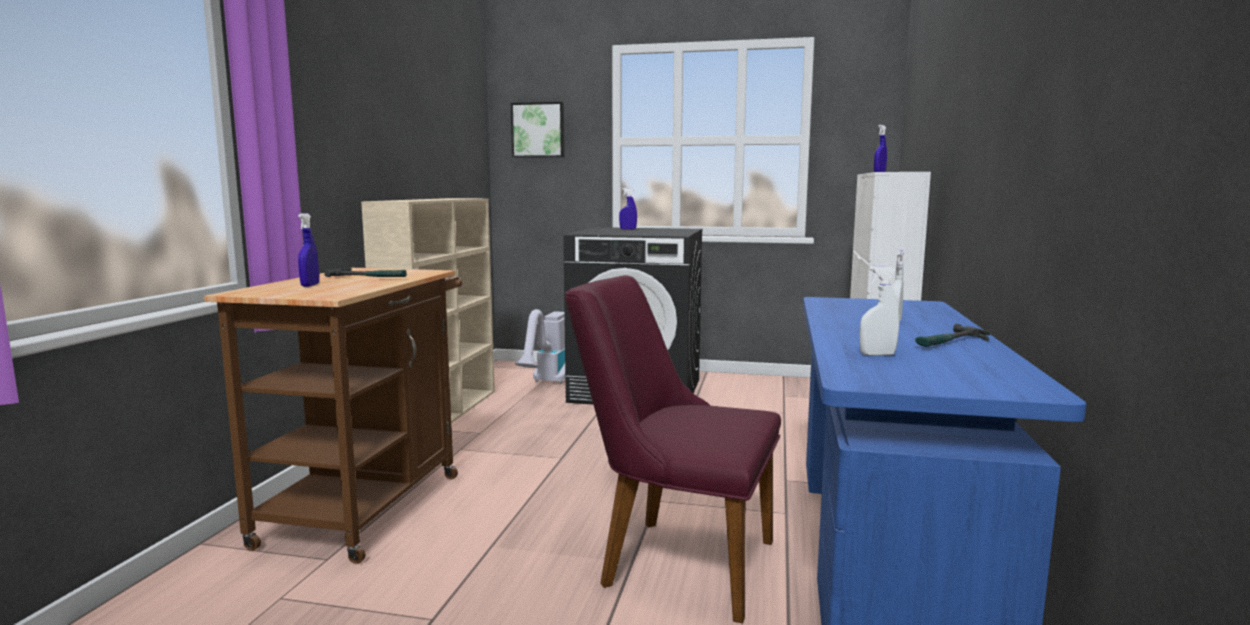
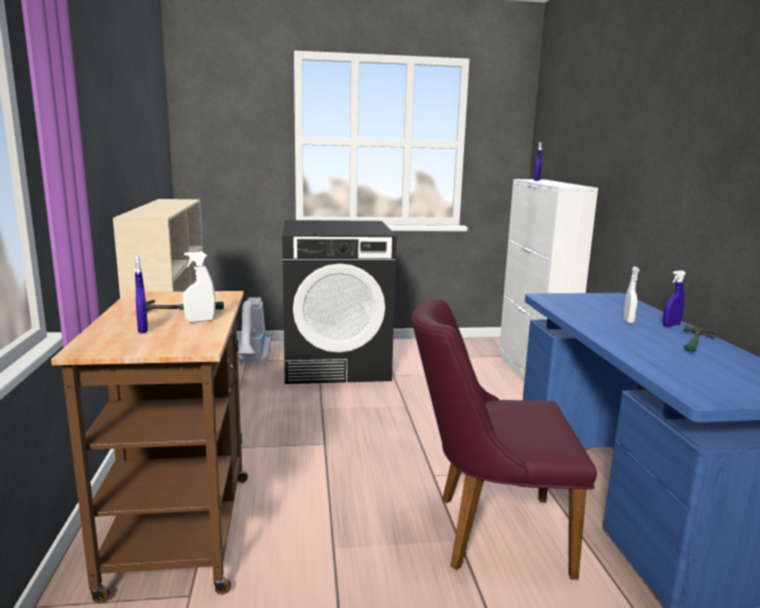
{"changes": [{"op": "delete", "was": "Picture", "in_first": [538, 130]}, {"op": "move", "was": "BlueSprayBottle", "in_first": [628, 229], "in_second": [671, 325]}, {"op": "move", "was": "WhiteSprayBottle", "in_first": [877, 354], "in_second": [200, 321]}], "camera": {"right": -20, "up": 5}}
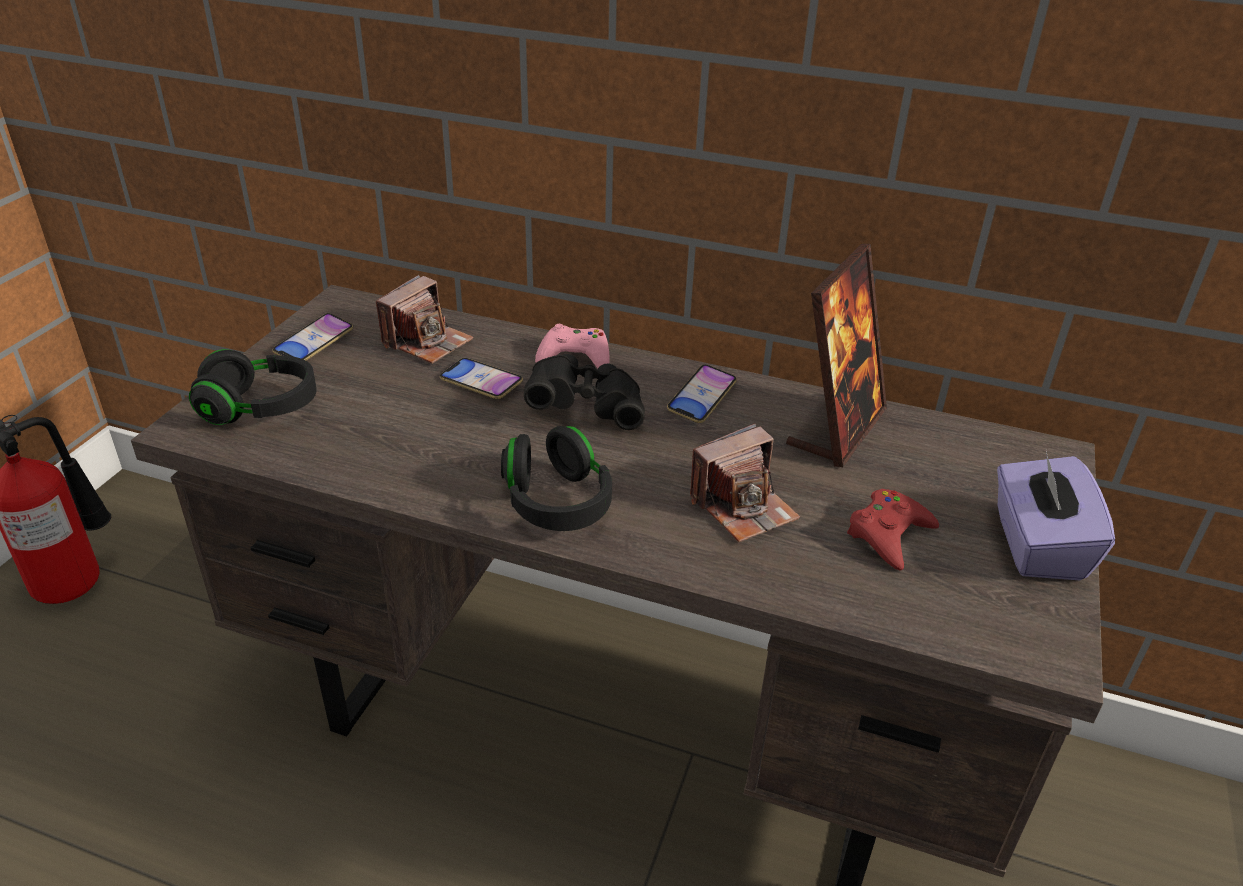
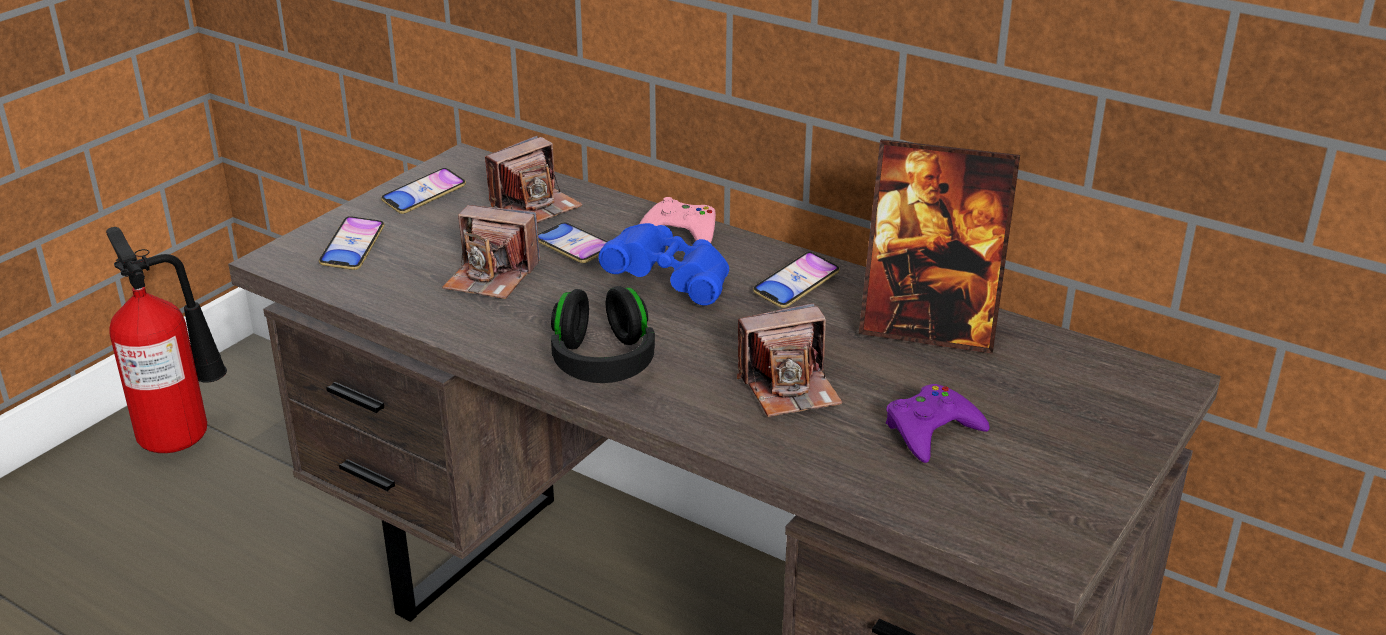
{"changes": [{"op": "delete", "was": "PurpleTissueBox", "in_first": [1036, 545]}, {"op": "insert", "now": "PhotoCamera", "in_second": [492, 277]}, {"op": "replace", "was": "BlackHeadphones", "now": "Phone", "in_first": [260, 408], "in_second": [353, 248]}, {"op": "recolor", "was": "BlackBinoculars", "now": "BlueBinoculars", "in_first": [586, 408], "in_second": [670, 282]}, {"op": "recolor", "was": "RedGameController", "now": "PurpleGameController", "in_first": [889, 534], "in_second": [931, 431]}, {"op": "rotate", "was": "PictureFrame", "in_first": [836, 428], "in_second": [929, 328], "clockwise": 60}], "camera": {"right": 15, "up": -5}}
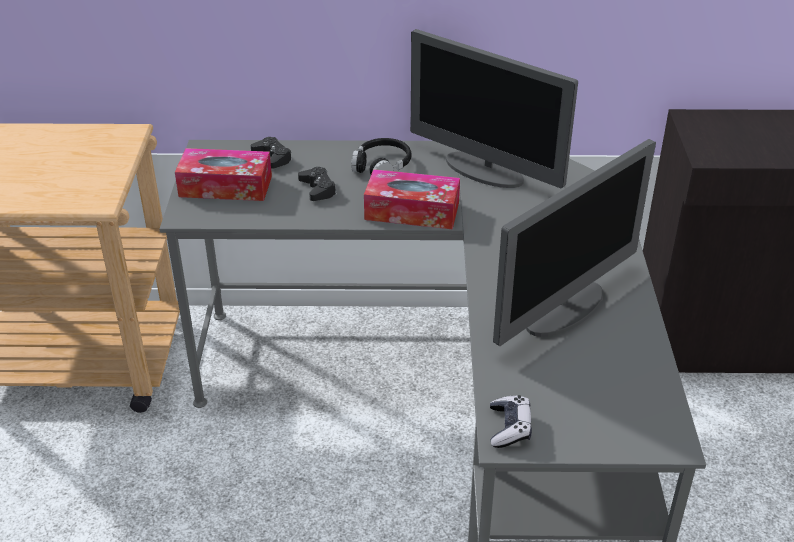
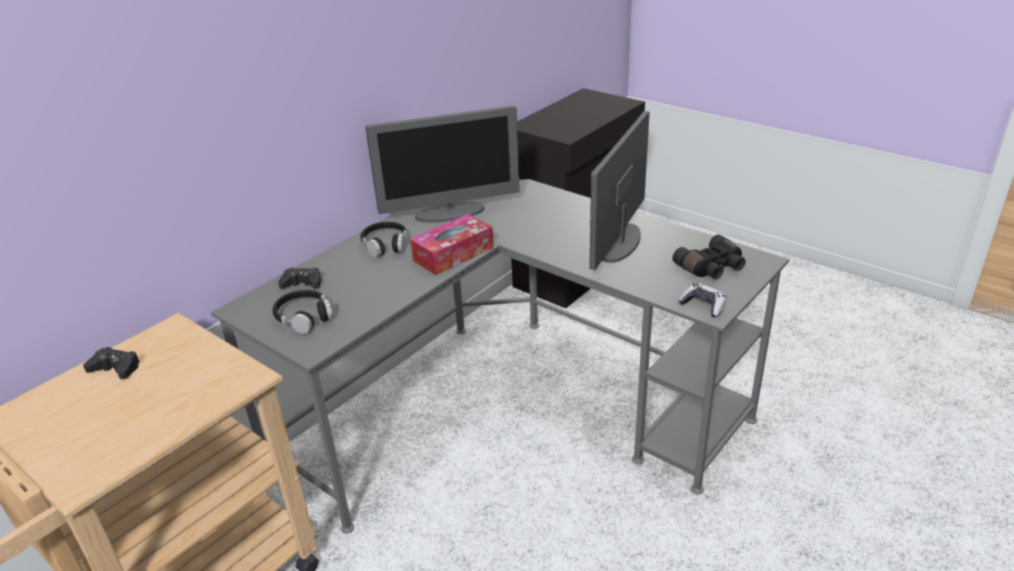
{"changes": [{"op": "insert", "now": "BlackBinoculars", "in_second": [712, 268]}, {"op": "move", "was": "BlackGameController", "in_first": [318, 189], "in_second": [115, 368]}, {"op": "replace", "was": "TissueBox", "now": "BlackHeadphones", "in_first": [225, 186], "in_second": [304, 317]}, {"op": "rotate", "was": "Monitor", "in_first": [565, 309], "in_second": [619, 244], "clockwise": -150}], "camera": {"right": -50, "up": -5}}
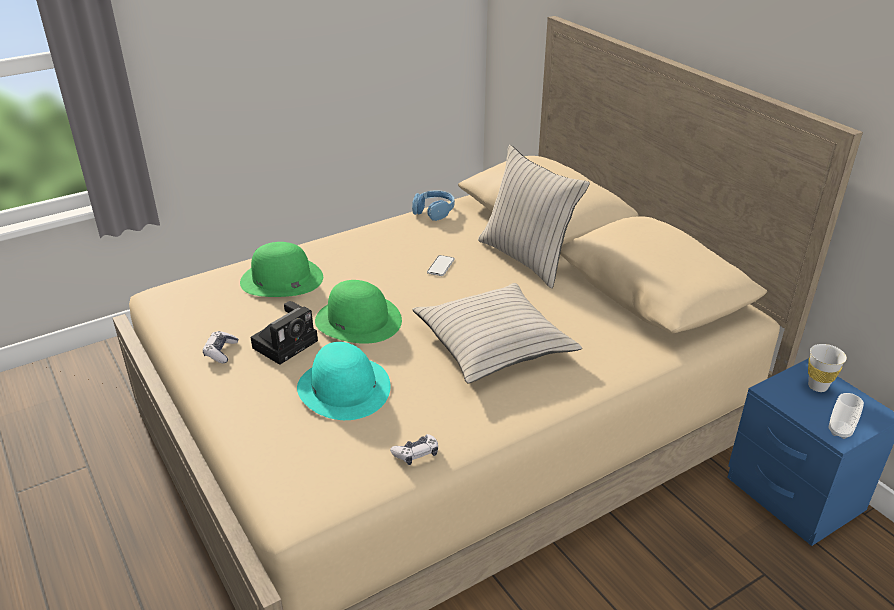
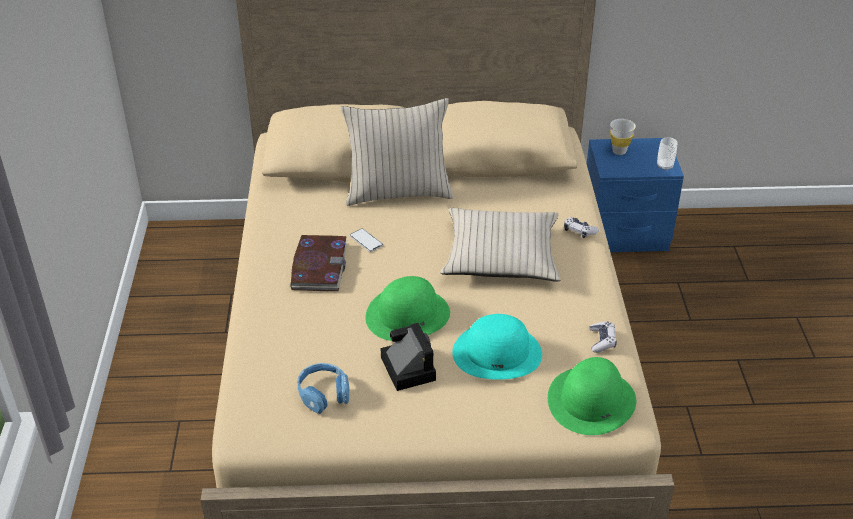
{"changes": [{"op": "insert", "now": "Book", "in_second": [319, 266]}, {"op": "move", "was": "GameController", "in_first": [221, 352], "in_second": [579, 231]}, {"op": "move", "was": "GreenHat", "in_first": [281, 279], "in_second": [591, 401]}, {"op": "move", "was": "BlueHeadphones", "in_first": [434, 211], "in_second": [323, 394]}], "camera": {"right": -60, "up": 5}}
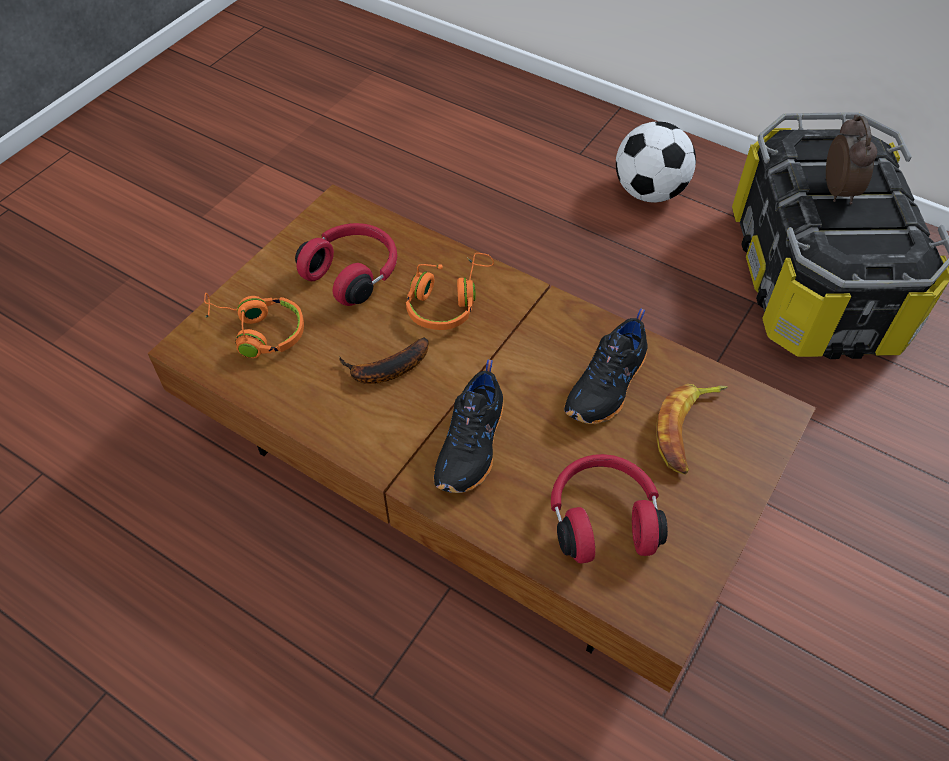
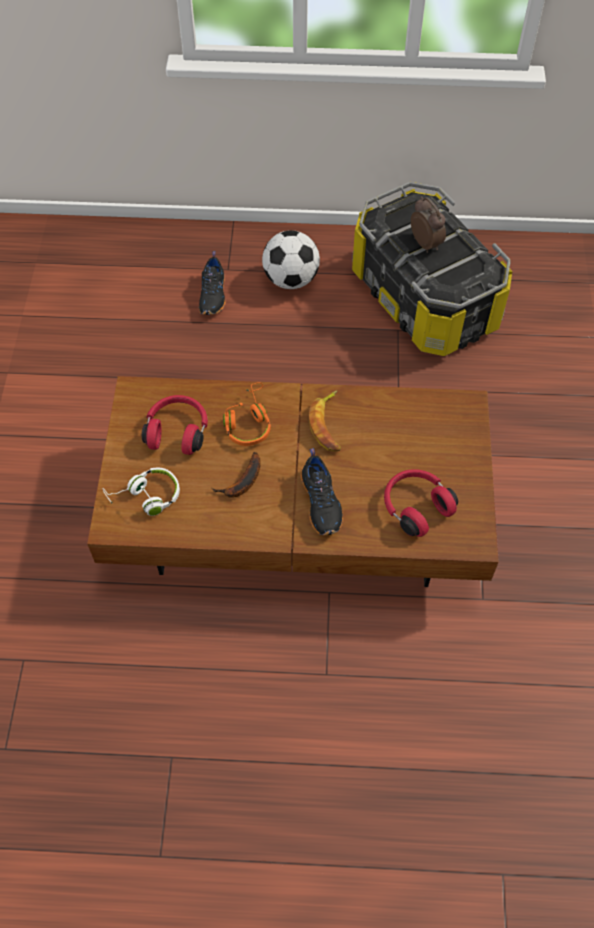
{"changes": [{"op": "move", "was": "BlackShoe", "in_first": [608, 386], "in_second": [213, 295]}, {"op": "move", "was": "Banana", "in_first": [687, 430], "in_second": [328, 425]}, {"op": "recolor", "was": "OrangeHeadphones", "now": "WhiteHeadphones", "in_first": [257, 332], "in_second": [146, 497]}], "camera": {"right": -30, "up": 5}}
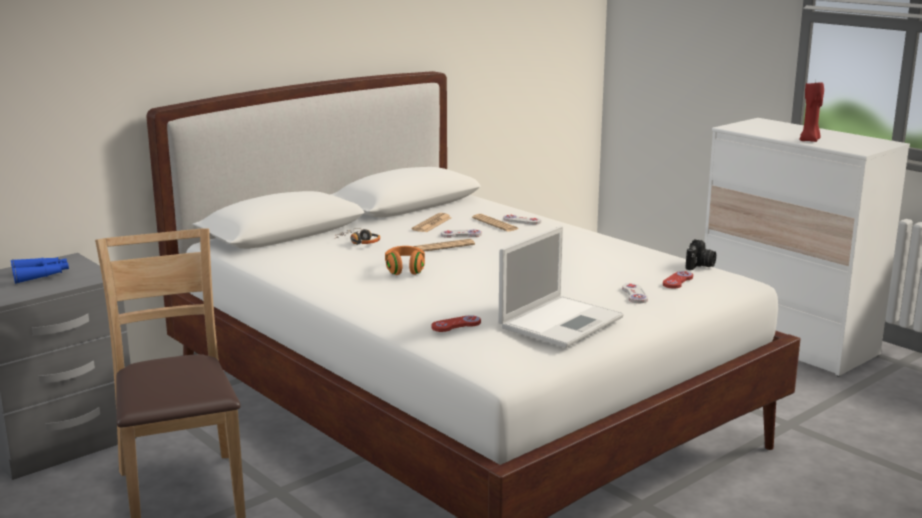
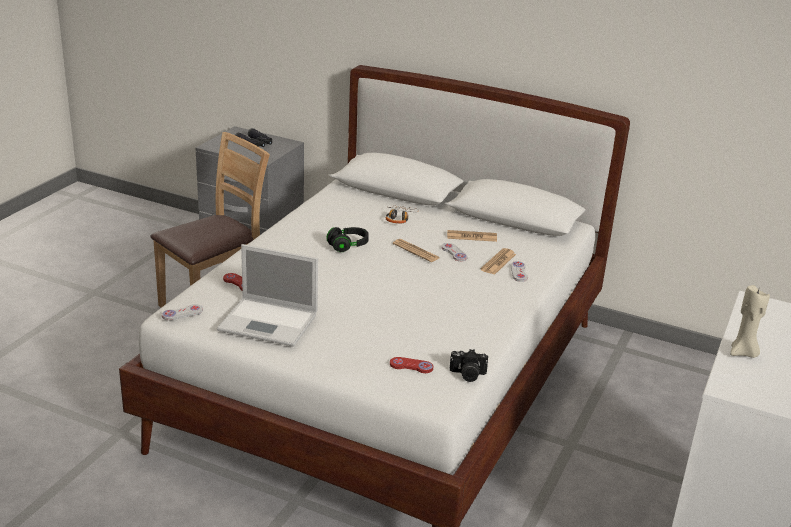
{"changes": [{"op": "move", "was": "WhiteGameController", "in_first": [634, 295], "in_second": [182, 313]}, {"op": "recolor", "was": "BlueBinoculars", "now": "BlackBinoculars", "in_first": [41, 275], "in_second": [256, 144]}, {"op": "recolor", "was": "OrangeHeadphones", "now": "BlackHeadphones", "in_first": [405, 269], "in_second": [348, 246]}, {"op": "recolor", "was": "RedCandle", "now": "BeigeCandle", "in_first": [810, 140], "in_second": [743, 353]}], "camera": {"right": 65, "up": 10}}
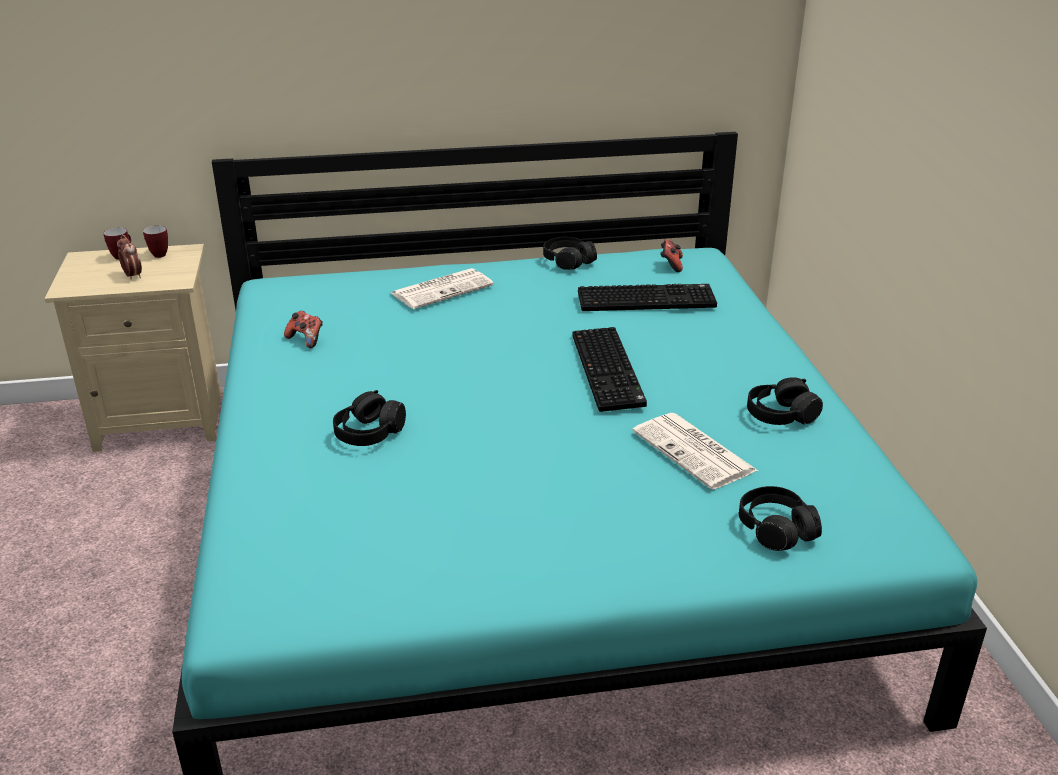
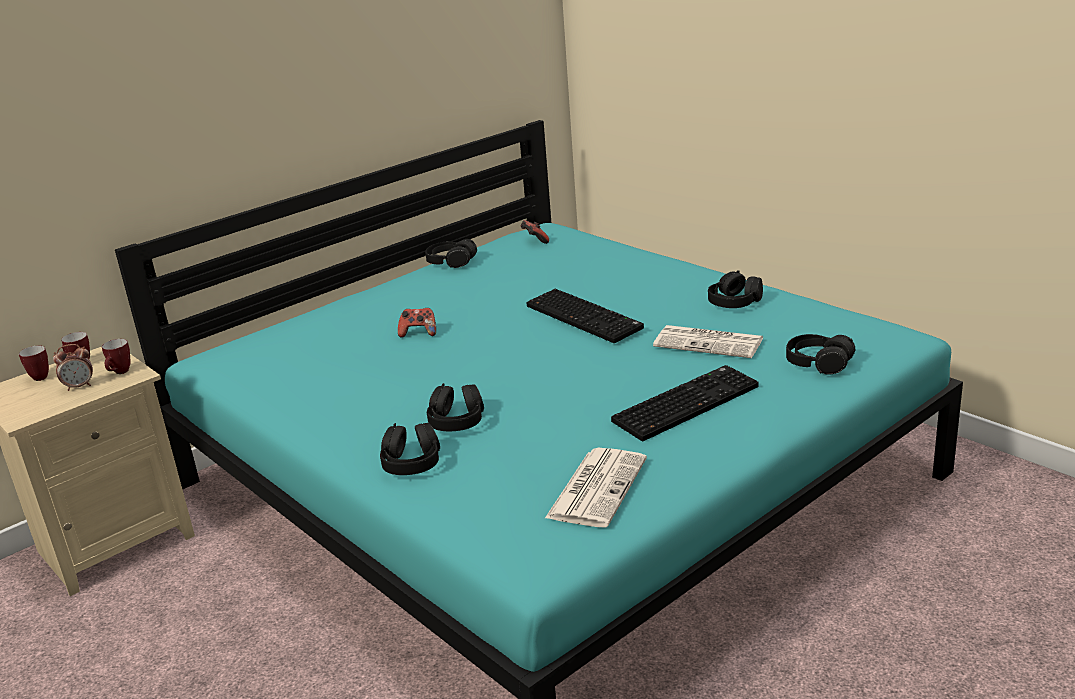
{"changes": [{"op": "insert", "now": "Mug", "in_second": [120, 373]}, {"op": "insert", "now": "BlackHeadphones", "in_second": [412, 462]}, {"op": "move", "was": "GameController", "in_first": [306, 340], "in_second": [419, 333]}, {"op": "move", "was": "Newspaper", "in_first": [443, 289], "in_second": [597, 487]}, {"op": "move", "was": "Keyboard", "in_first": [647, 299], "in_second": [685, 403]}, {"op": "rotate", "was": "AlarmClock", "in_first": [132, 276], "in_second": [79, 386], "clockwise": 135}], "camera": {"right": -30, "up": -5}}
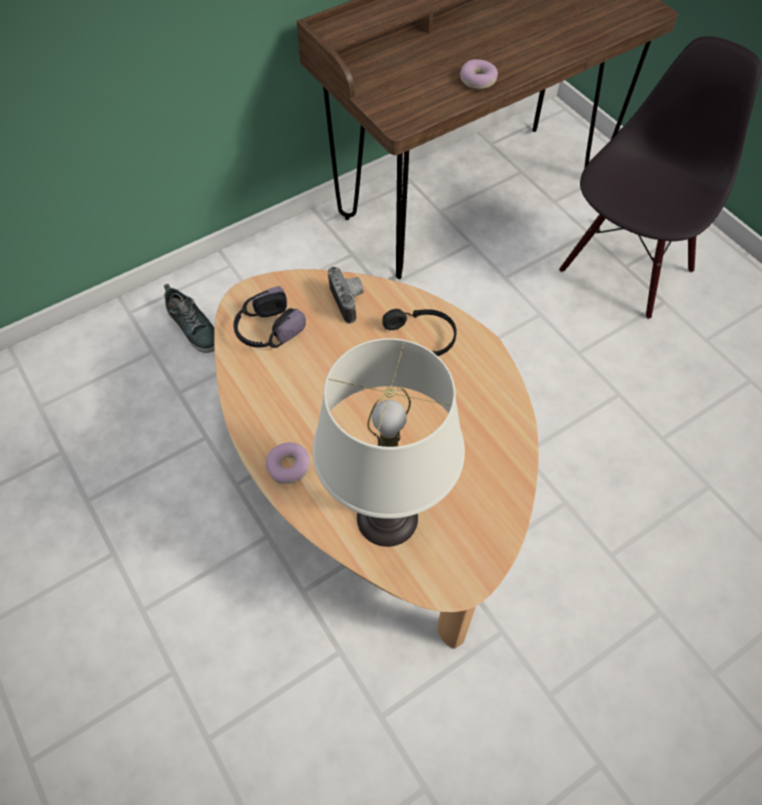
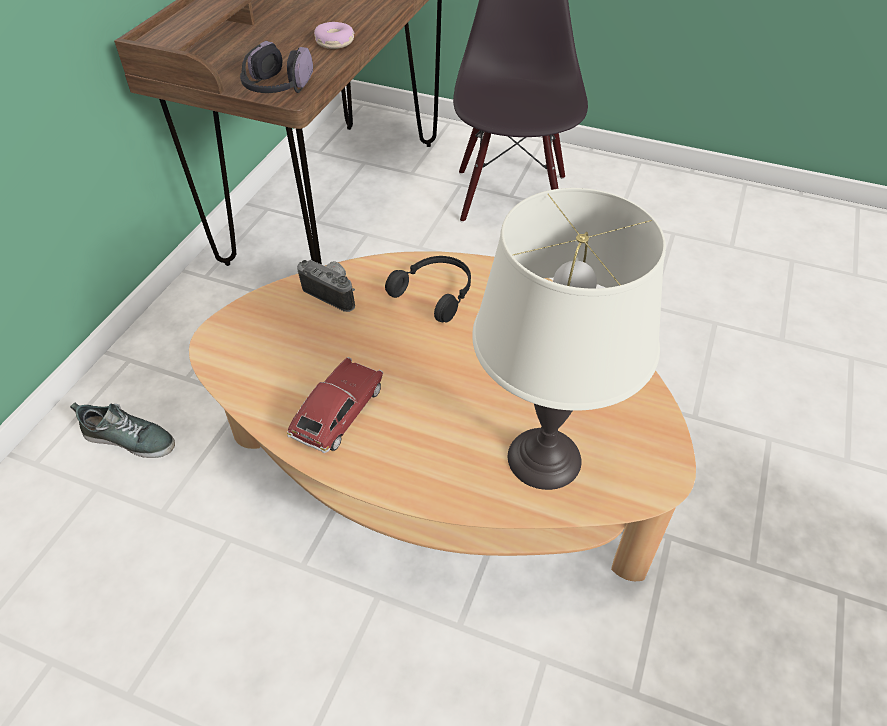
{"changes": [{"op": "delete", "was": "Donut", "in_first": [289, 467]}, {"op": "insert", "now": "ToyCar", "in_second": [338, 413]}, {"op": "move", "was": "Headphones", "in_first": [268, 330], "in_second": [276, 88]}], "camera": {"right": -35, "up": -10}}
